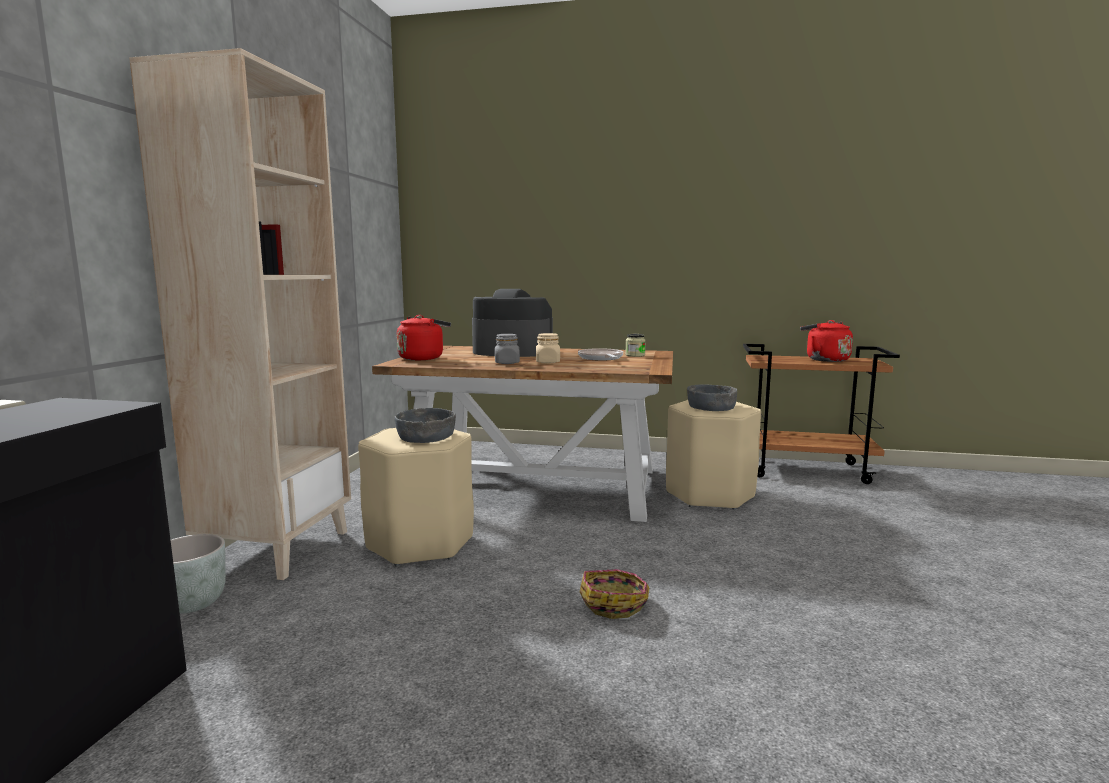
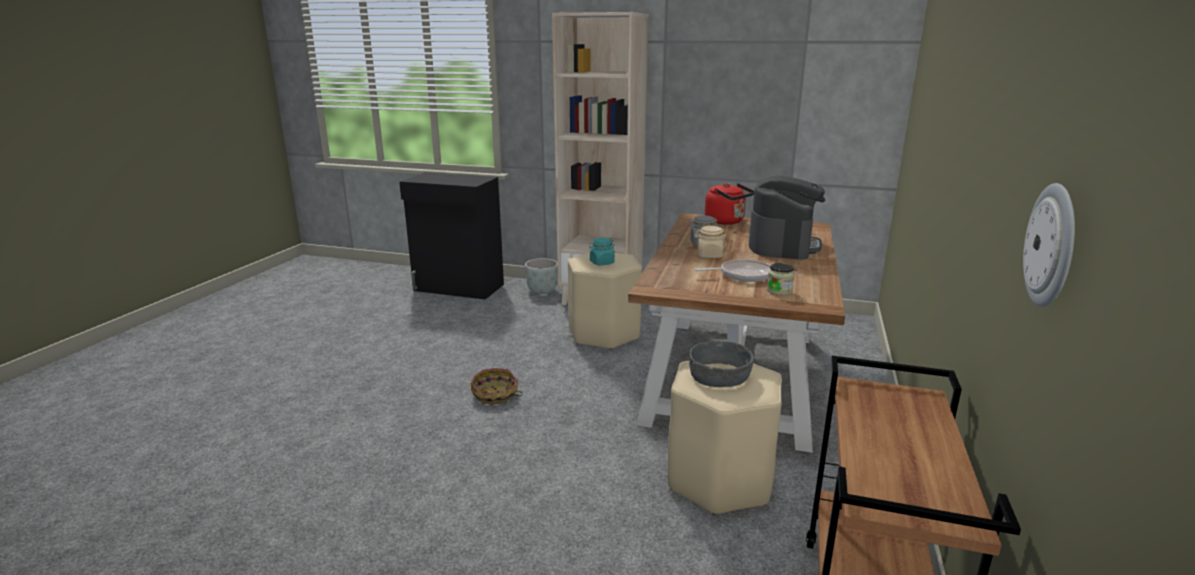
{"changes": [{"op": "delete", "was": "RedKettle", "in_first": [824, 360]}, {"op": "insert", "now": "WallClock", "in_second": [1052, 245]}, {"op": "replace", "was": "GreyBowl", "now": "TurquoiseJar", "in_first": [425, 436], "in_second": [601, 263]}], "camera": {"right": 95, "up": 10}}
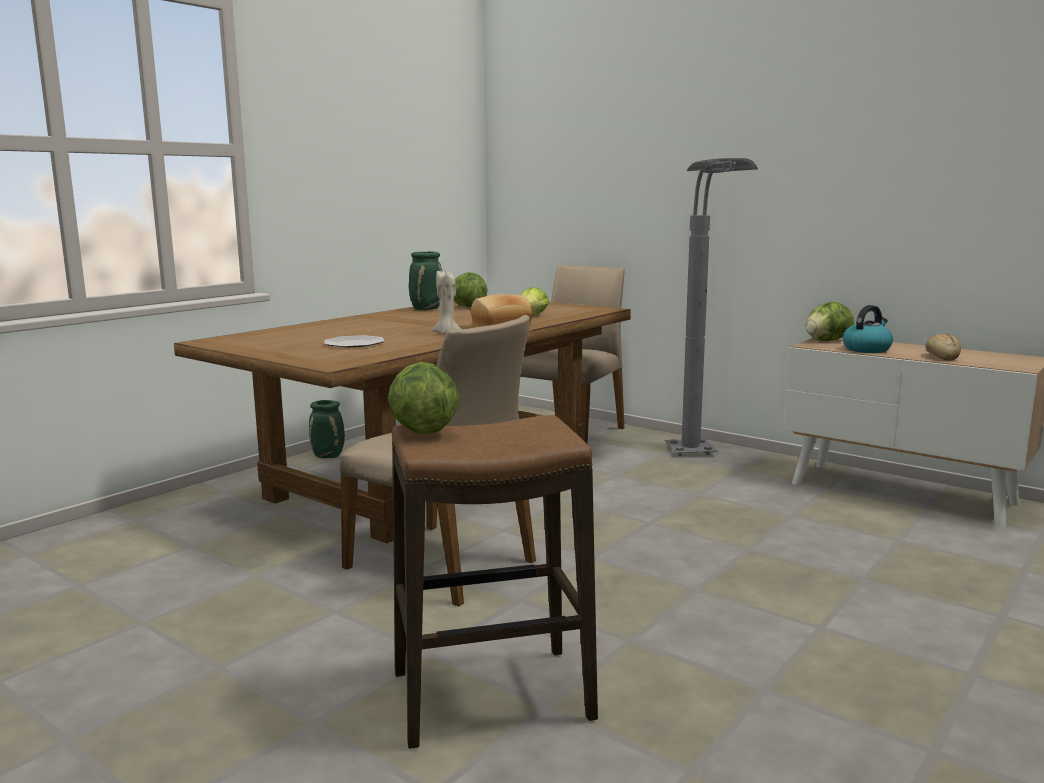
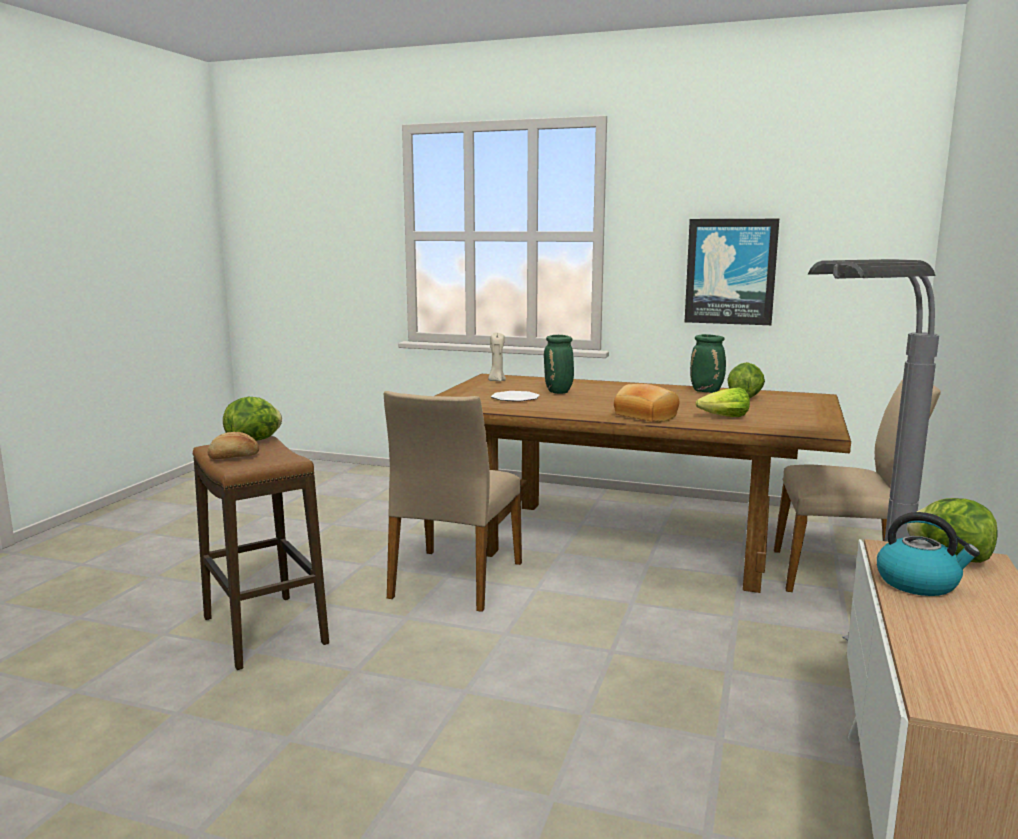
{"changes": [{"op": "insert", "now": "Picture", "in_second": [730, 271]}, {"op": "move", "was": "GreenVase", "in_first": [329, 456], "in_second": [559, 392]}, {"op": "move", "was": "BeigeCandle", "in_first": [447, 334], "in_second": [496, 381]}, {"op": "move", "was": "Bread", "in_first": [942, 357], "in_second": [234, 457]}], "camera": {"right": 70, "up": 0}}
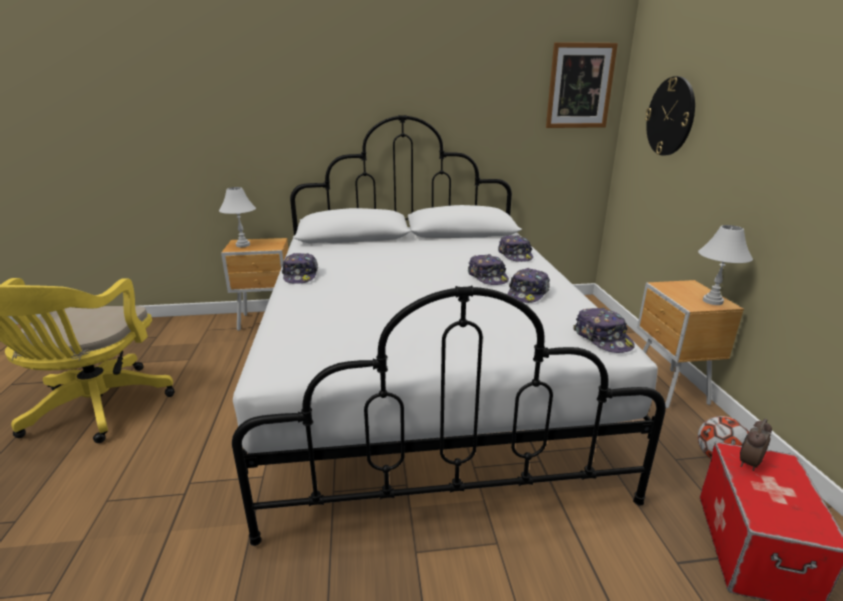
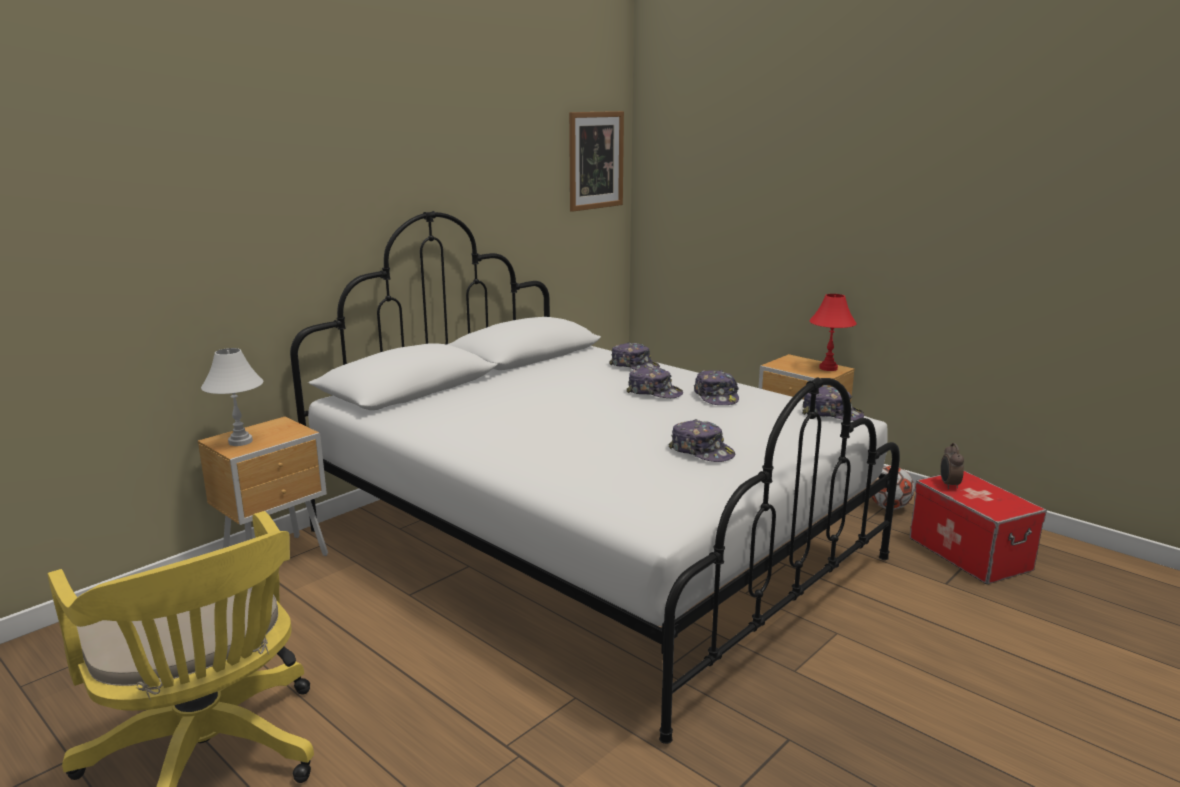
{"changes": [{"op": "delete", "was": "WallClock", "in_first": [670, 116]}, {"op": "move", "was": "Cap", "in_first": [301, 275], "in_second": [702, 451]}, {"op": "recolor", "was": "WhiteTableLamp", "now": "RedTableLamp", "in_first": [712, 301], "in_second": [828, 368]}], "camera": {"right": -40, "up": -5}}
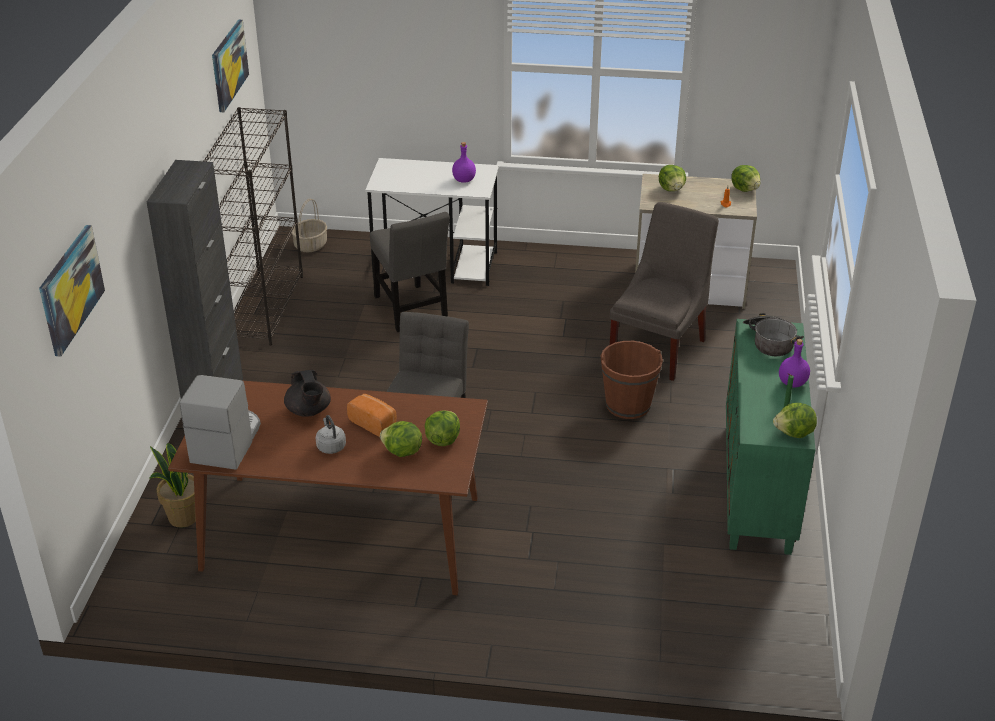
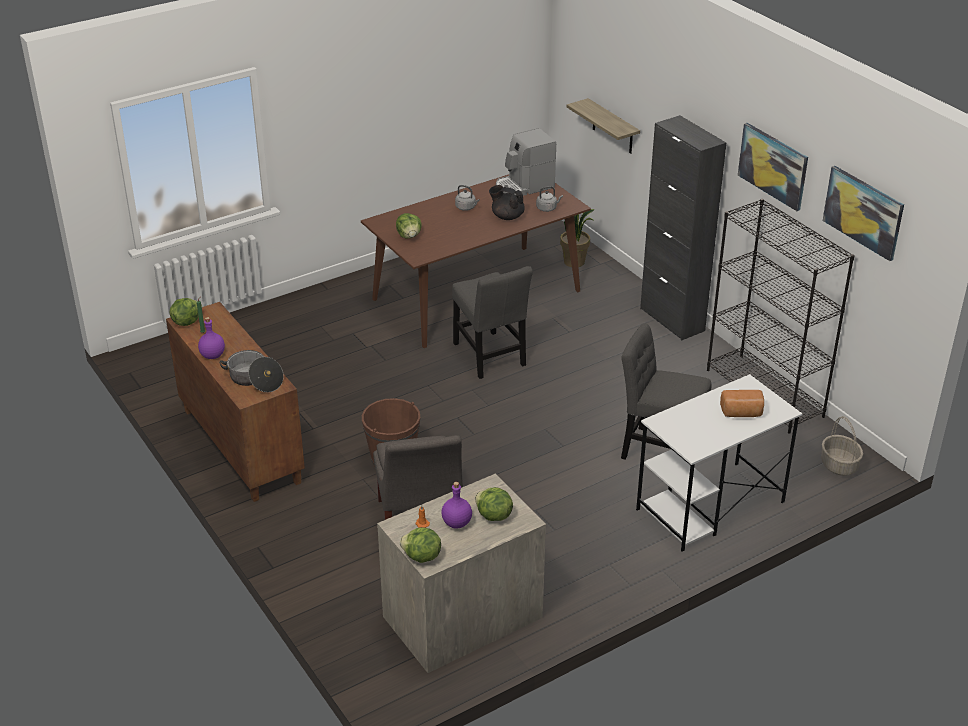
{"changes": [{"op": "delete", "was": "Lettuce", "in_first": [402, 452]}, {"op": "insert", "now": "GreyKettle", "in_second": [547, 208]}, {"op": "insert", "now": "Shelf", "in_second": [613, 127]}, {"op": "move", "was": "Picture", "in_first": [70, 289], "in_second": [773, 166]}, {"op": "move", "was": "Bread", "in_first": [374, 423], "in_second": [741, 413]}, {"op": "move", "was": "PurpleBottle", "in_first": [464, 180], "in_second": [456, 522]}, {"op": "recolor", "was": "GreenCabinet", "now": "BrownCabinet", "in_first": [758, 486], "in_second": [240, 446]}, {"op": "rotate", "was": "CoffeeMachine", "in_first": [227, 442], "in_second": [524, 186], "clockwise": 90}], "camera": {"right": 140, "up": 0}}
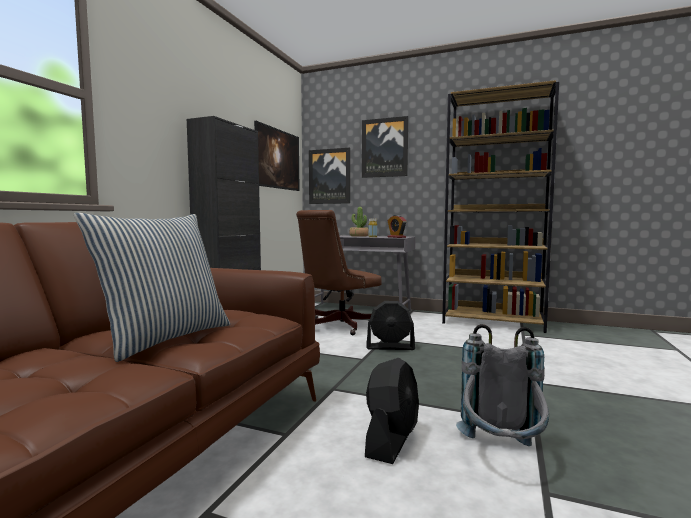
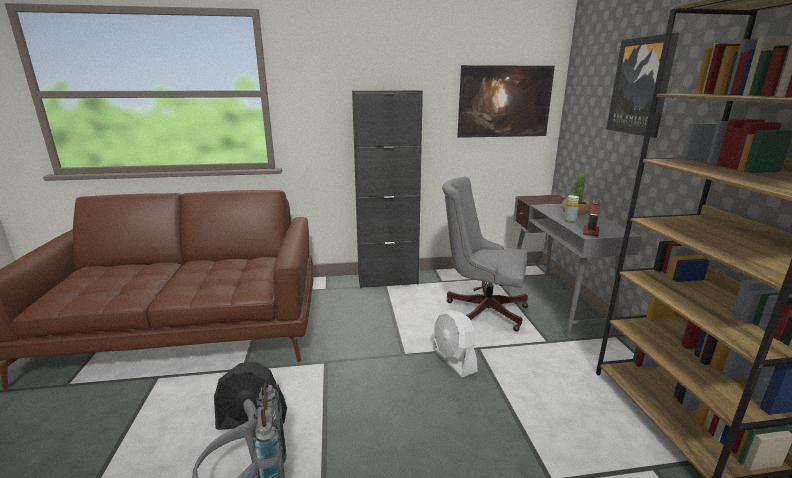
{"changes": [{"op": "delete", "was": "Pillow", "in_first": [165, 338]}, {"op": "delete", "was": "Picture", "in_first": [329, 176]}, {"op": "recolor", "was": "BrownOfficeChair", "now": "GreyOfficeChair", "in_first": [337, 326], "in_second": [481, 309]}, {"op": "recolor", "was": "BlackFan", "now": "WhiteFan", "in_first": [390, 347], "in_second": [453, 360]}], "camera": {"right": 60, "up": 15}}
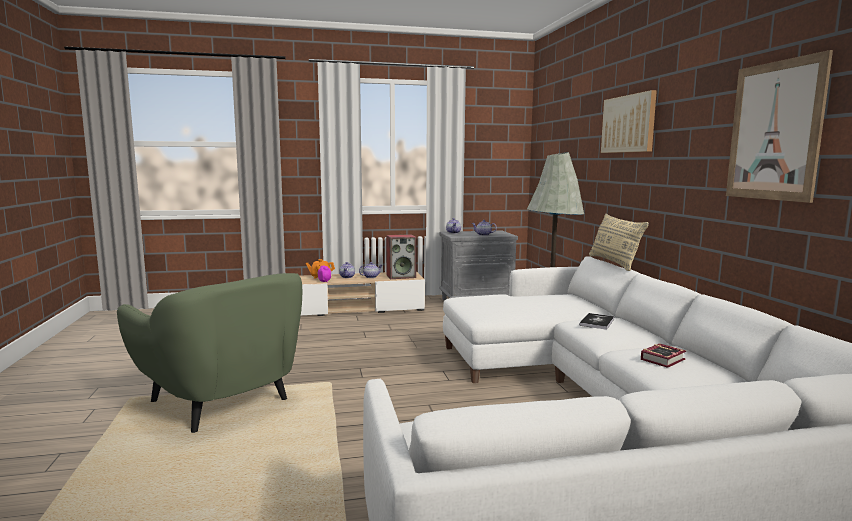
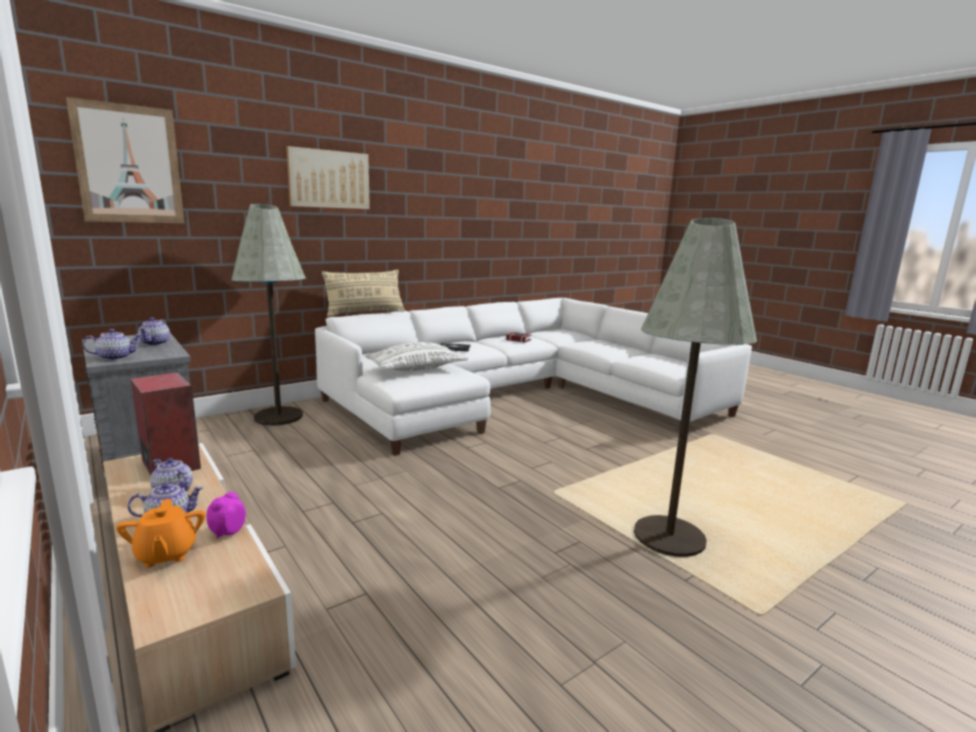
{"changes": [{"op": "insert", "now": "WhitePillow", "in_second": [416, 369]}, {"op": "move", "was": "Picture", "in_first": [774, 131], "in_second": [129, 164]}, {"op": "replace", "was": "GreenArmchair", "now": "GreyFloorLamp", "in_first": [221, 402], "in_second": [669, 537]}], "camera": {"right": -115, "up": 5}}
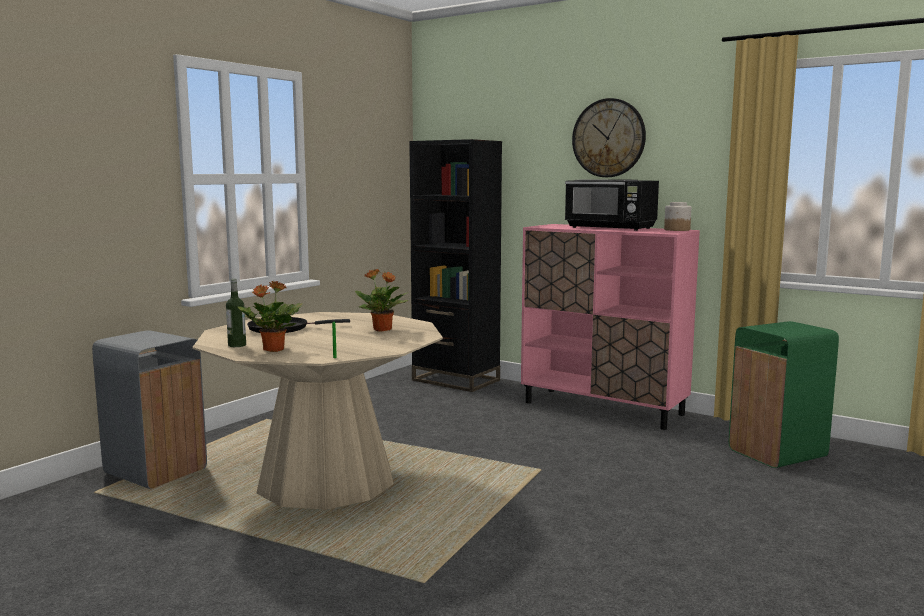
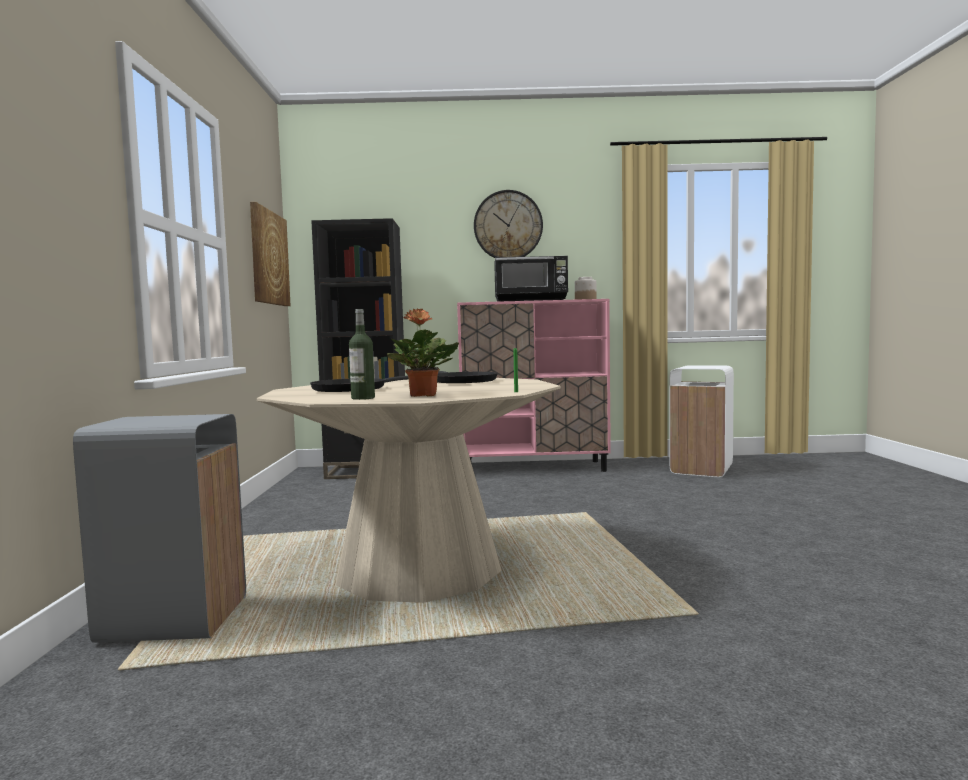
{"changes": [{"op": "insert", "now": "Picture", "in_second": [268, 258]}, {"op": "replace", "was": "PottedPlant", "now": "BlackFryingPan", "in_first": [383, 330], "in_second": [462, 381]}, {"op": "recolor", "was": "GreenTrashCan", "now": "WhiteTrashCan", "in_first": [778, 453], "in_second": [702, 469]}], "camera": {"right": -35, "up": -5}}
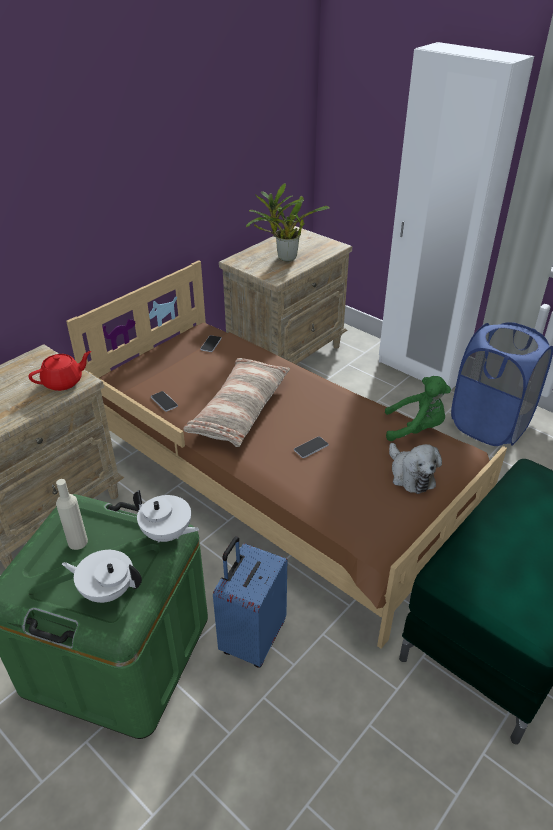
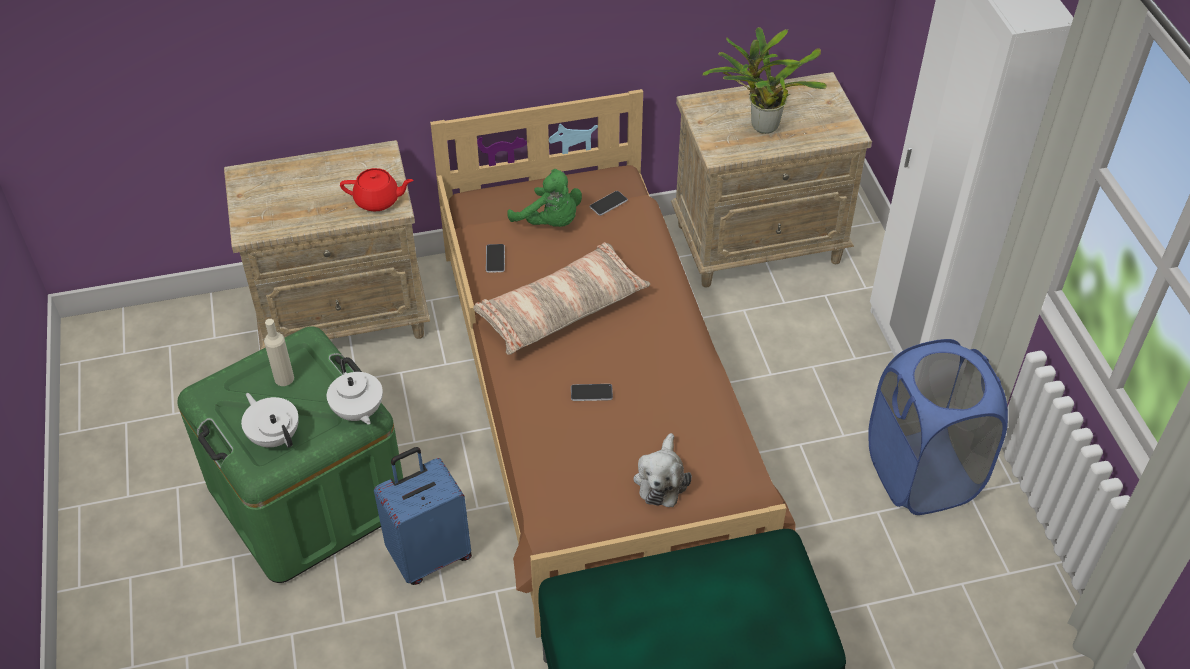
{"changes": [{"op": "move", "was": "GreenPlushToy", "in_first": [416, 429], "in_second": [550, 222]}], "camera": {"right": 35, "up": 10}}
